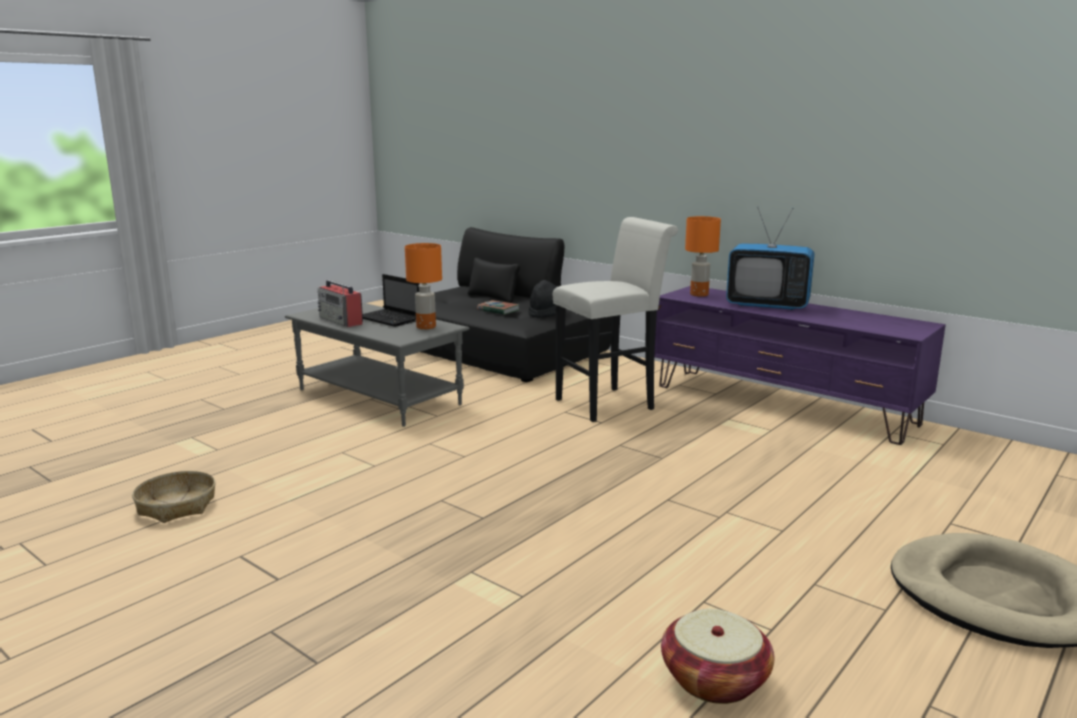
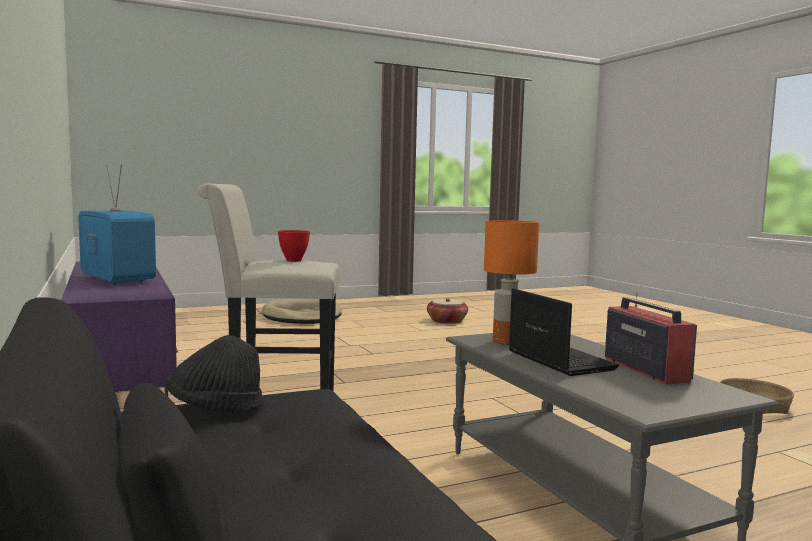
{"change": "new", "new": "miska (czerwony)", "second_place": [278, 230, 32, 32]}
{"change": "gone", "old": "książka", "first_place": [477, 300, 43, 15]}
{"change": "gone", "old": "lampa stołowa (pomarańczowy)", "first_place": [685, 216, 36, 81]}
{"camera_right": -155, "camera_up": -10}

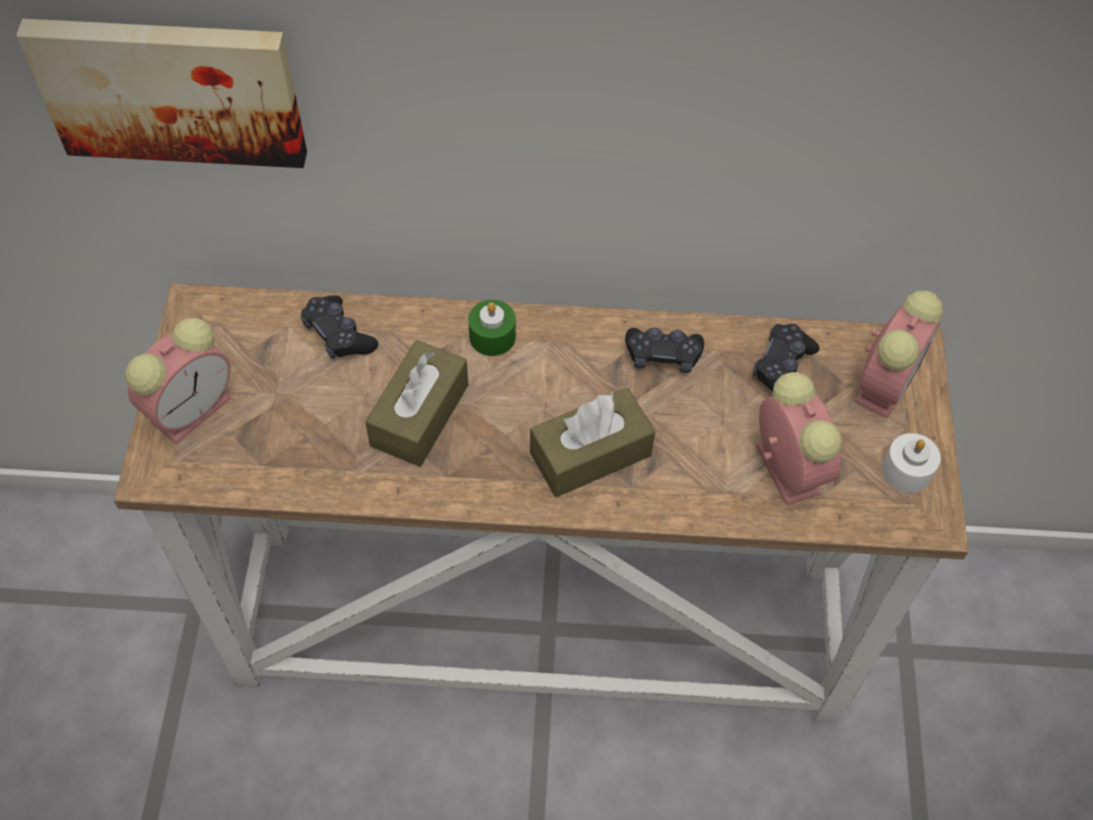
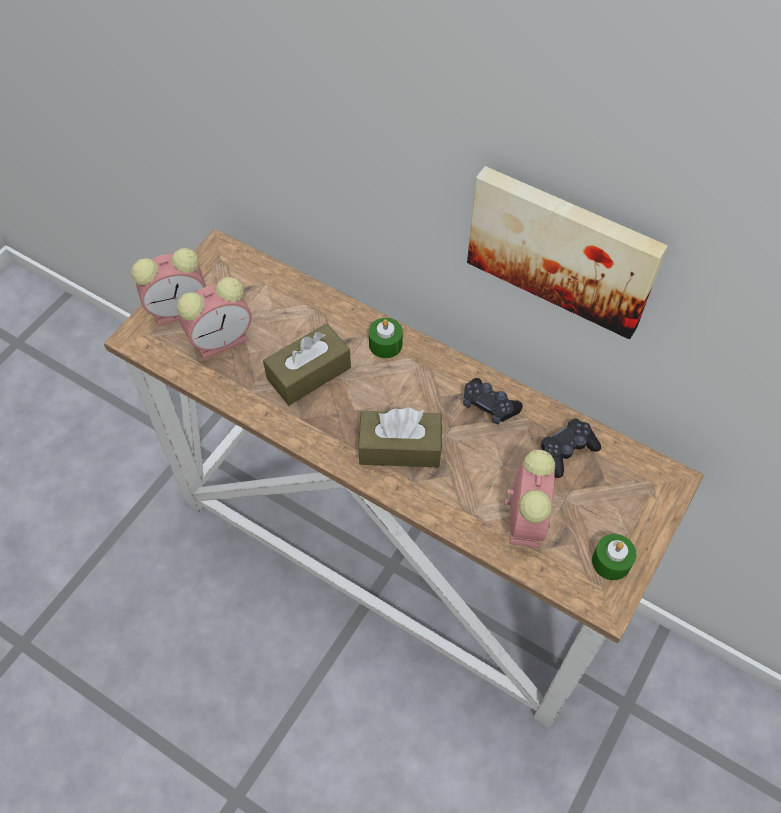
{"change": "shifted", "old": "budzik", "first_place": [854, 291, 89, 127], "second_place": [177, 277, 75, 83]}
{"change": "shifted", "old": "obraz", "first_place": [16, 19, 291, 149], "second_place": [467, 166, 201, 173]}
{"change": "repainted", "old": "świeca (biały)", "new": "świeca (zielony)", "first_place": [882, 433, 59, 60], "second_place": [592, 534, 45, 46]}
{"change": "gone", "old": "pad do gier (czarny)", "first_place": [301, 296, 77, 64]}
{"camera_right": 30, "camera_up": 0}

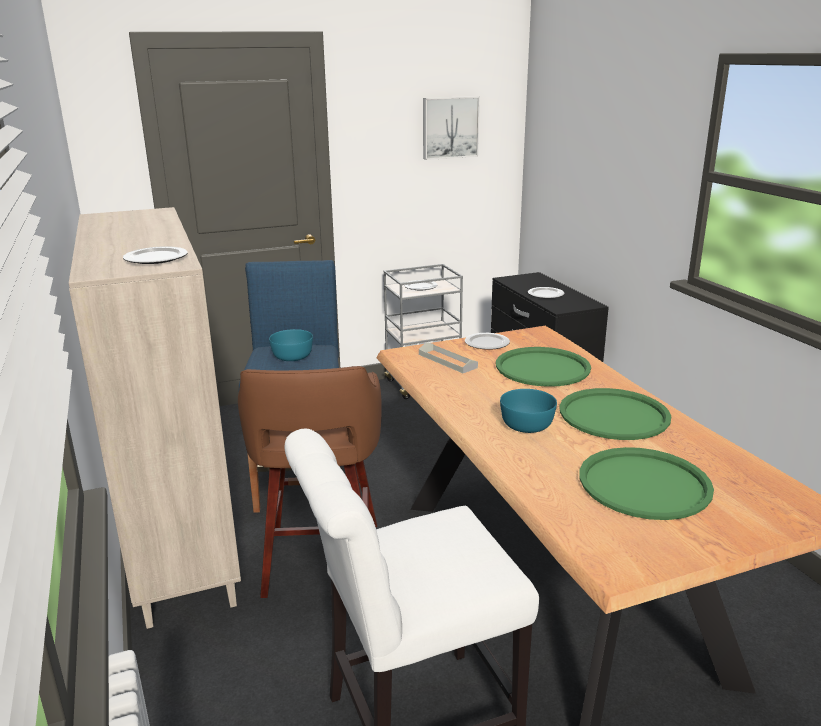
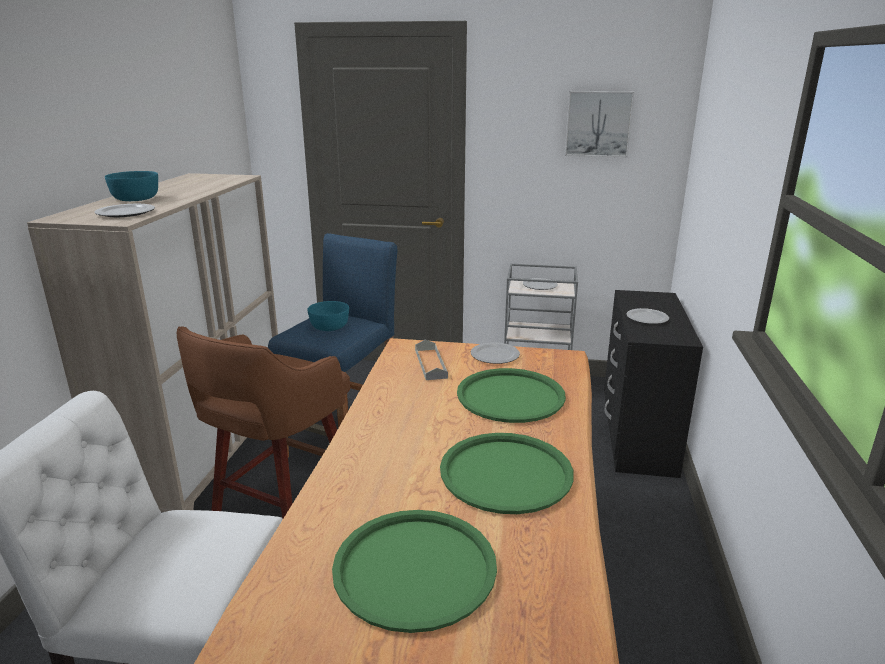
{"change": "shifted", "old": "miska (turkusowy)", "first_place": [500, 389, 57, 44], "second_place": [105, 171, 53, 30]}
{"camera_right": 30, "camera_up": 0}

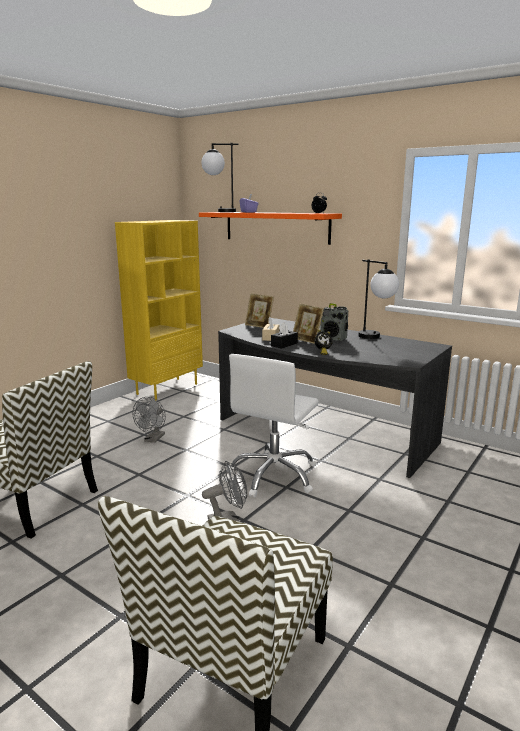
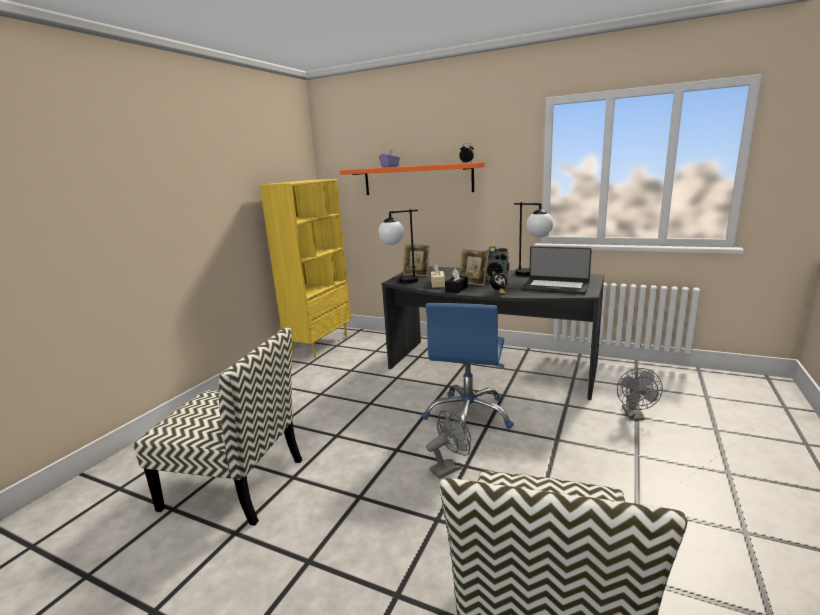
{"change": "shifted", "old": "lampa stołowa", "first_place": [201, 143, 37, 69], "second_place": [378, 209, 40, 75]}
{"change": "repainted", "old": "krzesło biurowe (biały)", "new": "krzesło biurowe (niebieski)", "first_place": [227, 354, 92, 143], "second_place": [422, 303, 92, 138]}
{"change": "new", "new": "laptop", "second_place": [522, 246, 70, 48]}
{"change": "shifted", "old": "wentylator (szary)", "first_place": [132, 397, 34, 46], "second_place": [617, 368, 46, 52]}
{"camera_right": -10, "camera_up": 0}

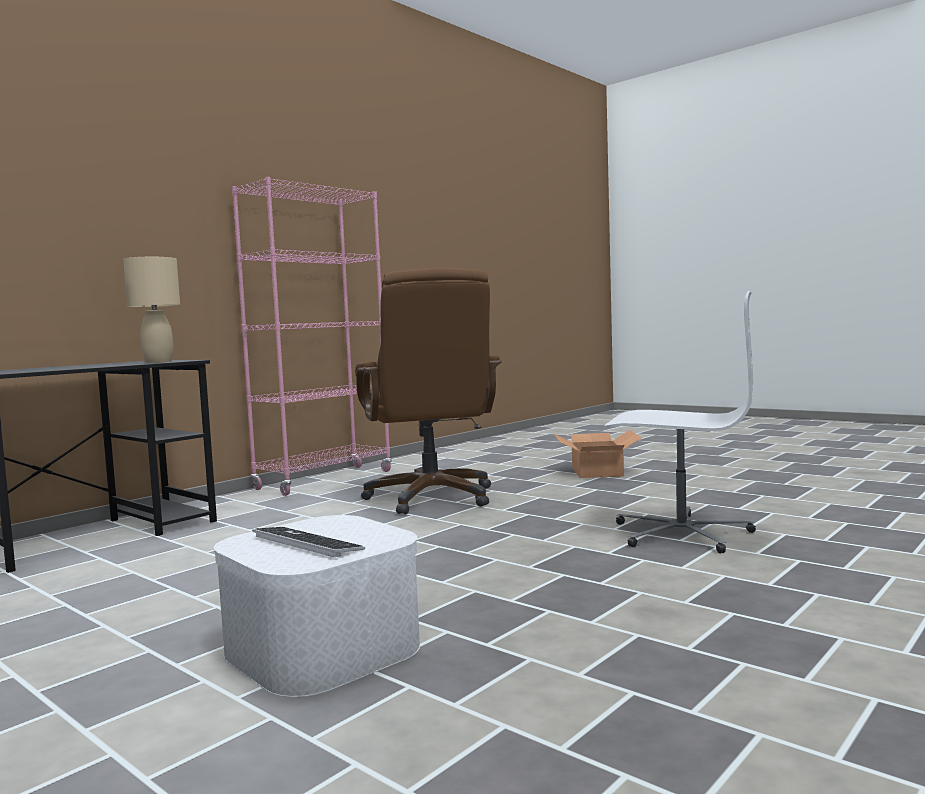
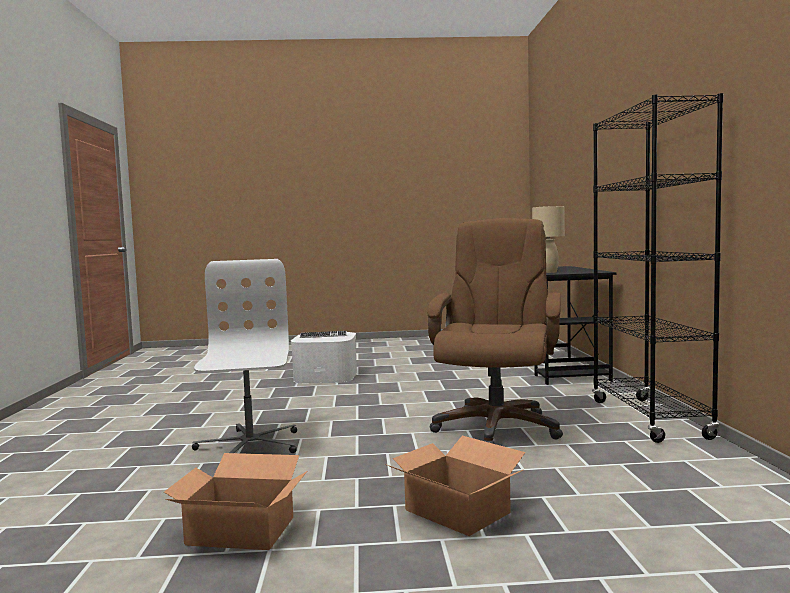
{"change": "new", "new": "karton", "second_place": [164, 453, 143, 97]}
{"change": "rotated", "old": "krzesło biurowe (biały)", "first_place": [604, 291, 152, 263], "second_place": [192, 259, 105, 194], "degrees": 105}
{"change": "rotated", "old": "krzesło biurowe (brązowy)", "first_place": [355, 268, 147, 246], "second_place": [427, 218, 136, 226], "degrees": 75}
{"change": "repainted", "old": "regał (różowy)", "new": "regał (czarny)", "first_place": [232, 177, 160, 319], "second_place": [592, 93, 131, 350]}
{"camera_right": 135, "camera_up": 0}

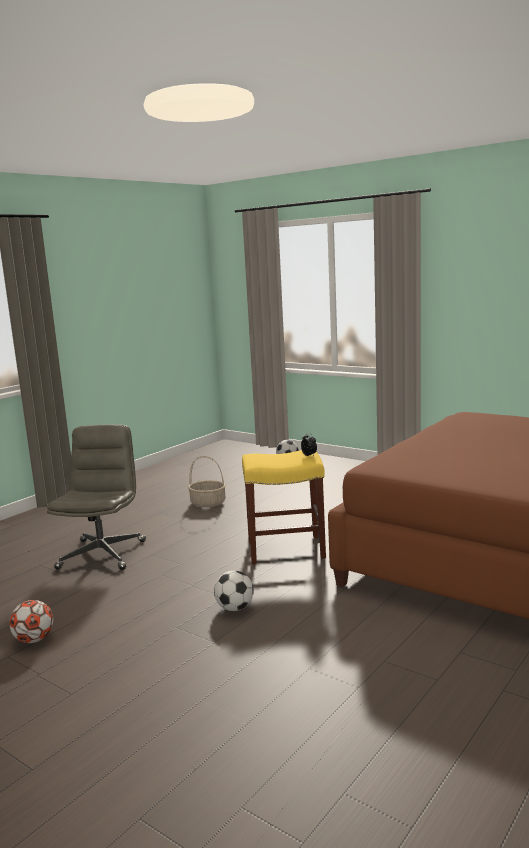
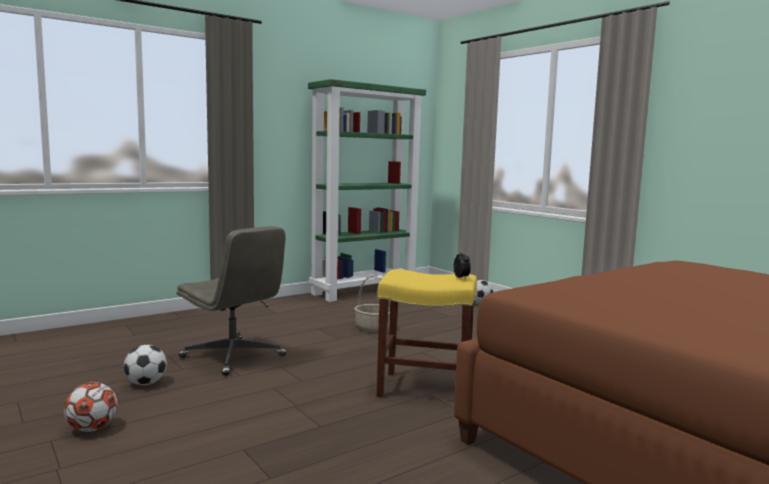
{"change": "shifted", "old": "piłka futbolowa", "first_place": [214, 571, 39, 40], "second_place": [124, 345, 43, 40]}
{"change": "rotated", "old": "krzesło biurowe (szary)", "first_place": [47, 425, 99, 145], "second_place": [176, 226, 110, 150], "degrees": 105}
{"change": "new", "new": "regał (zielony)", "second_place": [308, 79, 118, 223]}
{"camera_right": 15, "camera_up": -5}

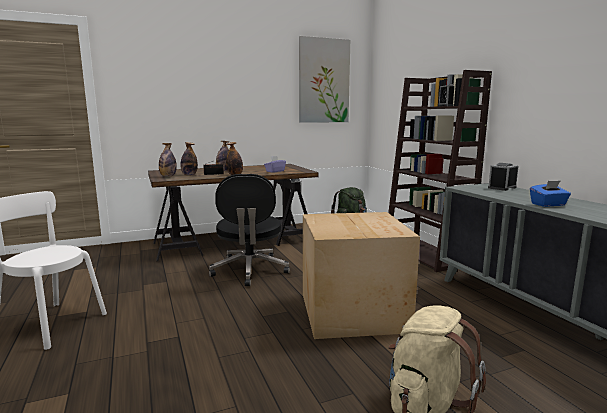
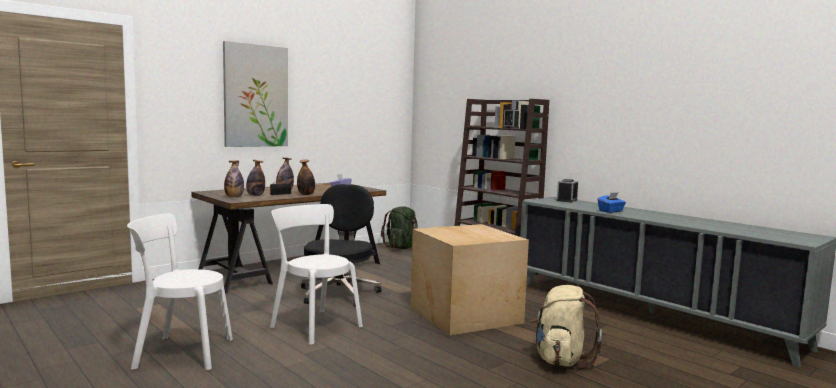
{"change": "shifted", "old": "obraz", "first_place": [299, 36, 51, 87], "second_place": [223, 41, 65, 106]}
{"change": "new", "new": "krzesło (biały)", "second_place": [270, 204, 93, 140]}
{"change": "rotated", "old": "krzesło biurowe (czarny)", "first_place": [209, 174, 81, 112], "second_place": [301, 184, 80, 123], "degrees": -150}
{"camera_right": -20, "camera_up": -5}

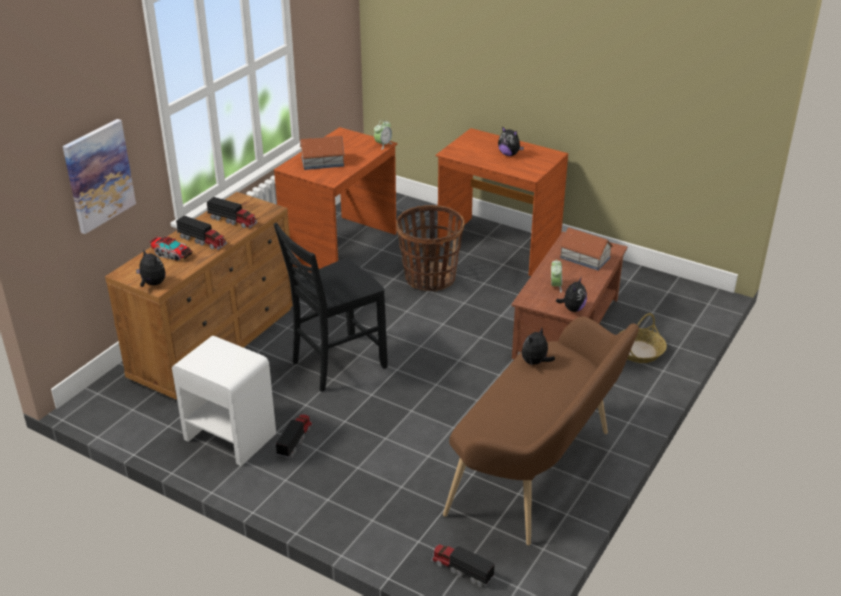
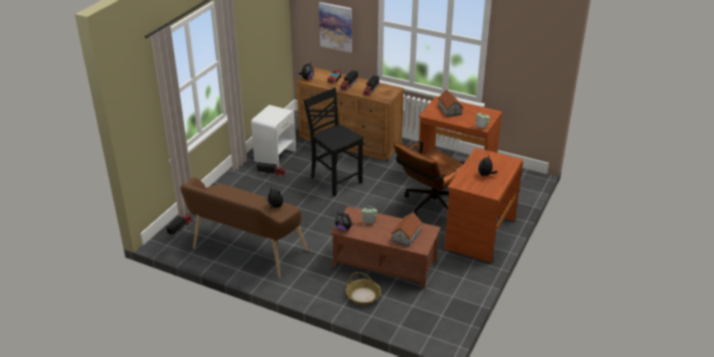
{"change": "swapped", "old": "koszyk", "new": "krzesło biurowe (brązowy)", "first_place": [396, 205, 68, 87], "second_place": [393, 141, 72, 76]}
{"camera_right": 85, "camera_up": 0}

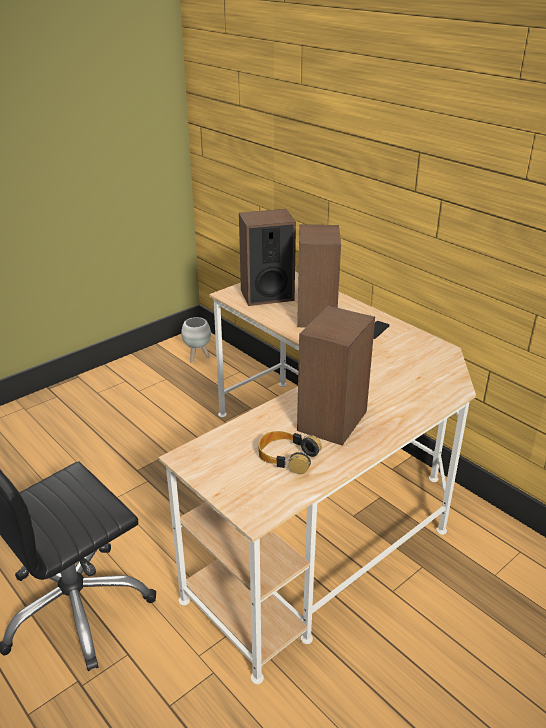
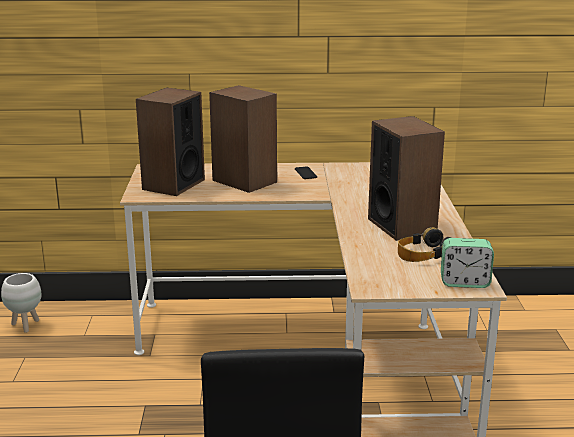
{"change": "new", "new": "budzik", "second_place": [441, 238, 53, 50]}
{"camera_right": -50, "camera_up": -10}

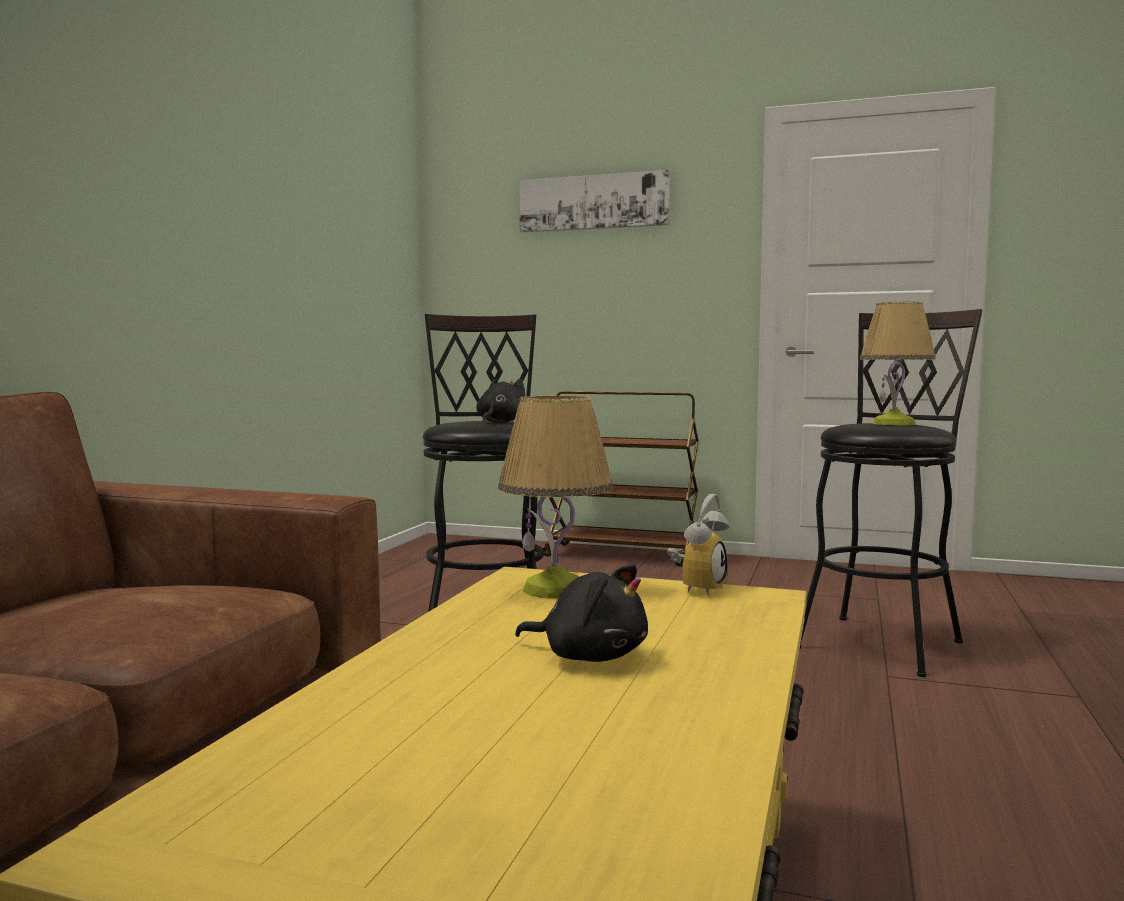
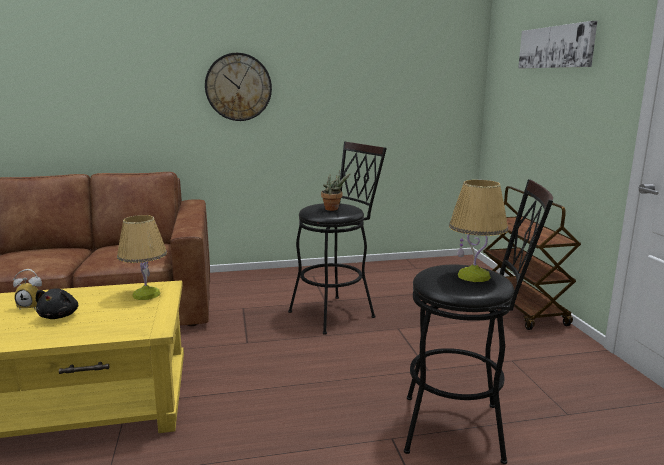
{"change": "shifted", "old": "budzik", "first_place": [667, 494, 62, 103], "second_place": [13, 269, 29, 41]}
{"change": "new", "new": "zegar ścienny", "second_place": [205, 53, 67, 68]}
{"change": "swapped", "old": "pluszak (czarny)", "new": "roślina doniczkowa", "first_place": [476, 379, 49, 44], "second_place": [321, 170, 30, 41]}
{"camera_right": 60, "camera_up": 10}

